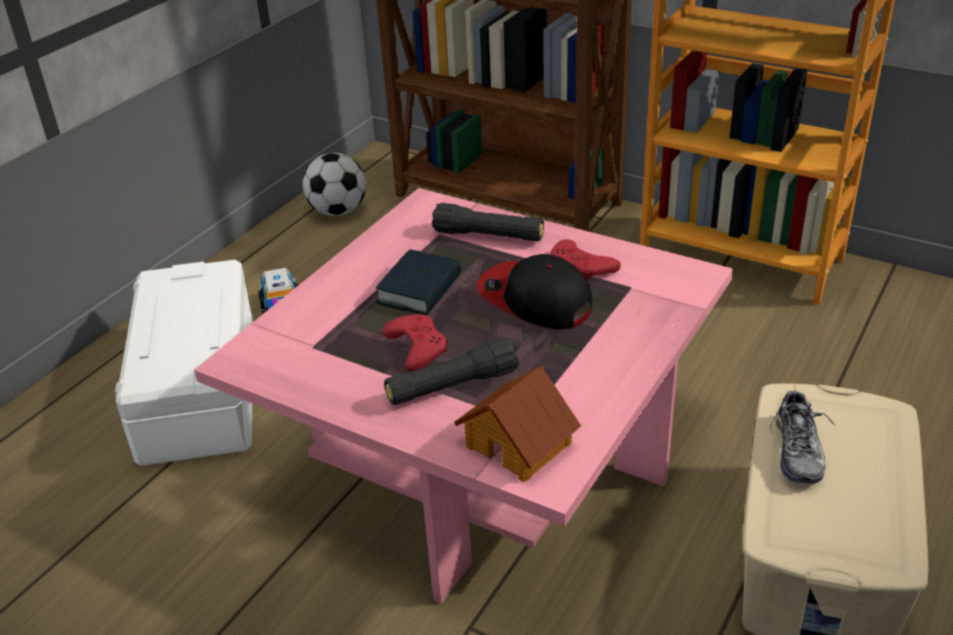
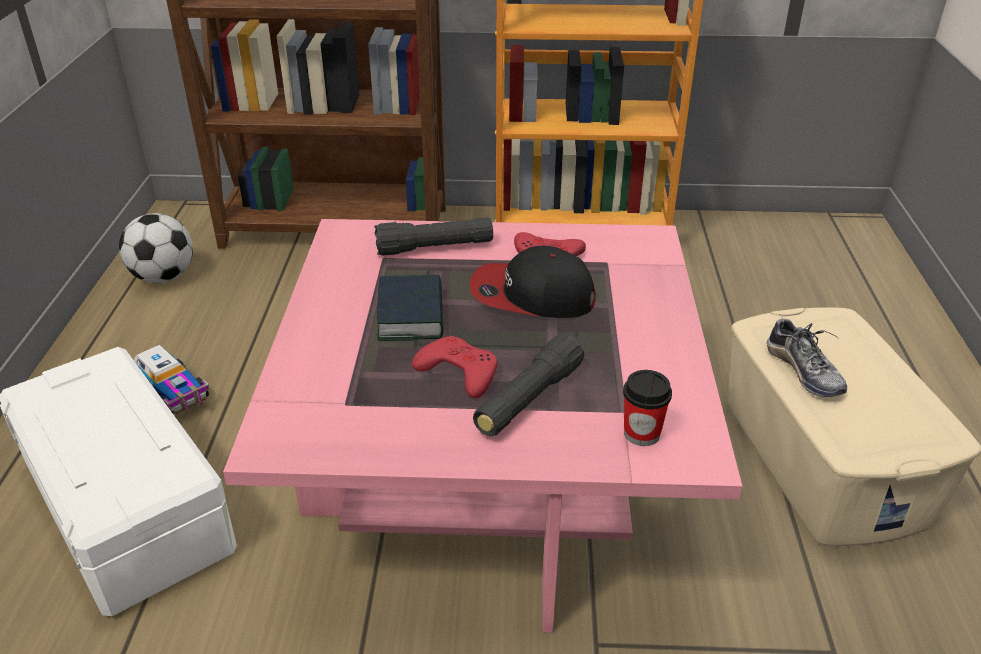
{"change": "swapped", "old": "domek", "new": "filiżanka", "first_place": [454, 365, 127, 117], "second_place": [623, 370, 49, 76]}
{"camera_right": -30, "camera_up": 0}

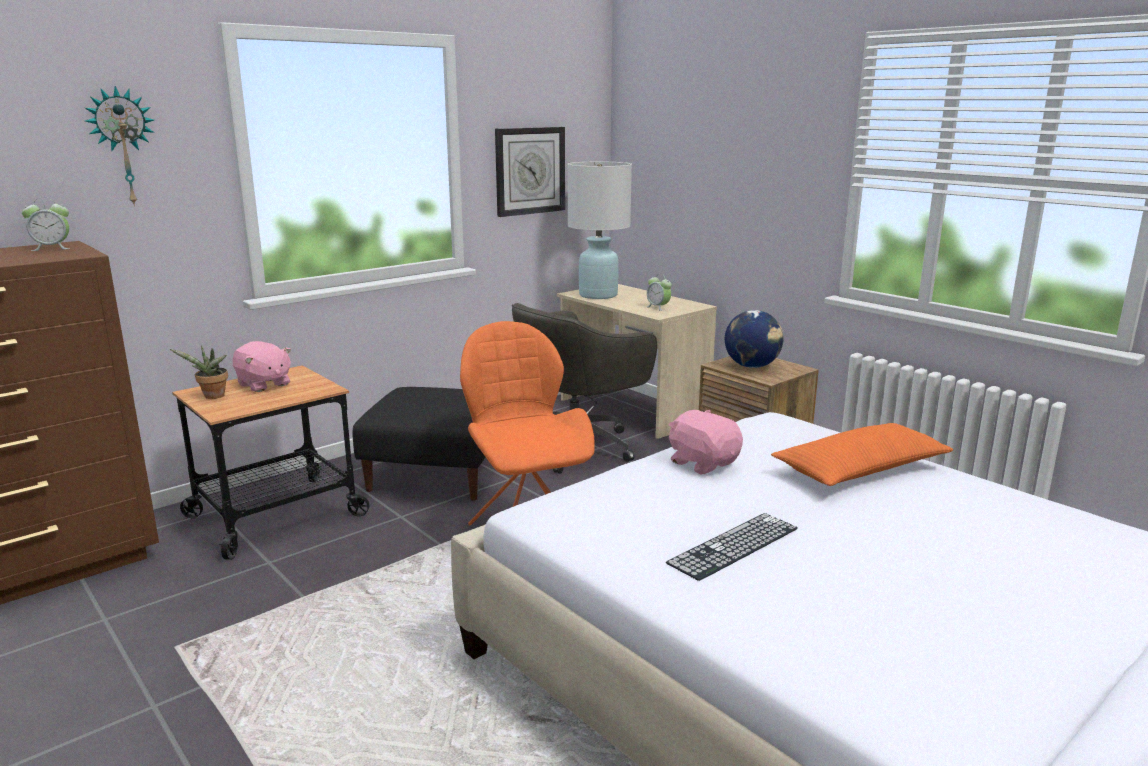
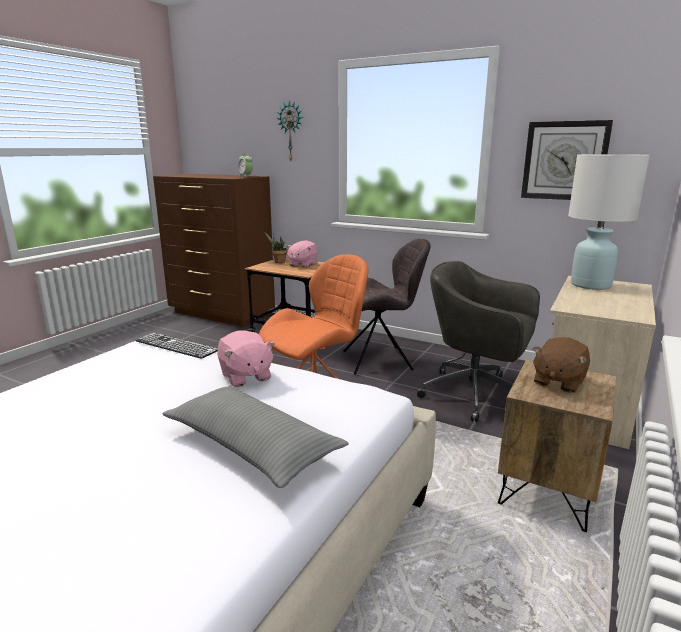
{"change": "shifted", "old": "klawiatura", "first_place": [666, 513, 132, 68], "second_place": [135, 333, 83, 26]}
{"change": "repainted", "old": "poduszka (pomarańczowy)", "new": "poduszka (szary)", "first_place": [771, 423, 182, 63], "second_place": [162, 386, 187, 102]}
{"change": "rotated", "old": "pluszak (różowy)", "first_place": [669, 409, 74, 66], "second_place": [217, 331, 58, 56], "degrees": 120}
{"change": "swapped", "old": "pufa (czarny)", "new": "krzesło (szary)", "first_place": [352, 387, 133, 114], "second_place": [344, 239, 87, 136]}
{"change": "swapped", "old": "globus", "new": "pluszak (brązowy)", "first_place": [725, 310, 59, 58], "second_place": [532, 337, 58, 56]}
{"change": "gone", "old": "budzik", "first_place": [646, 274, 26, 37]}
{"camera_right": 70, "camera_up": 0}

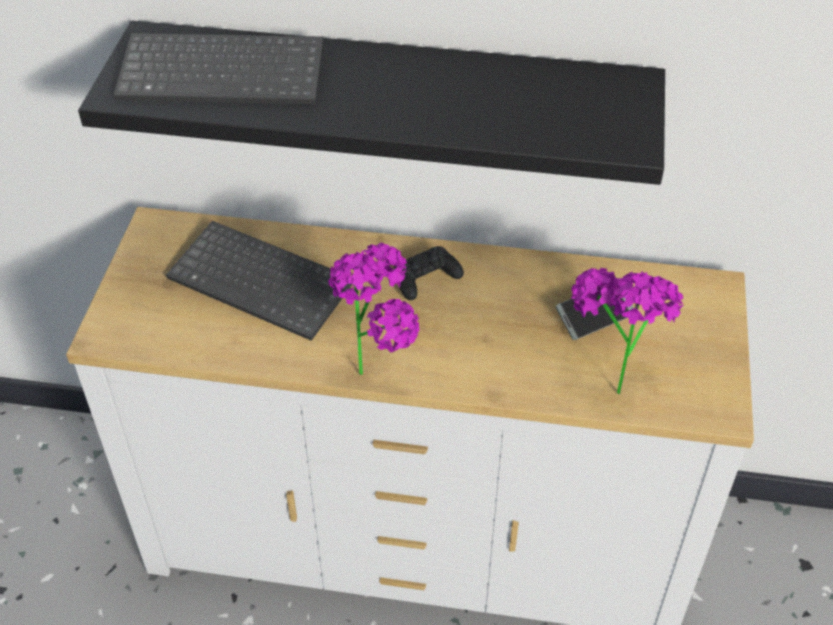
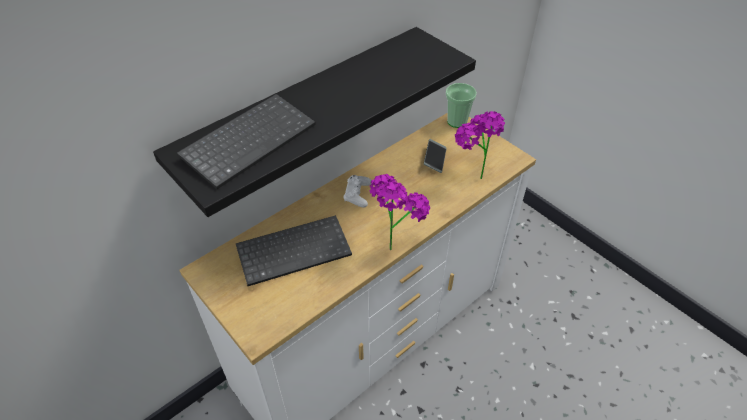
{"change": "repainted", "old": "pad do gier (czarny)", "new": "pad do gier (biały)", "first_place": [394, 246, 70, 54], "second_place": [343, 175, 29, 33]}
{"change": "new", "new": "filiżanka", "second_place": [445, 83, 32, 45]}
{"camera_right": -50, "camera_up": 0}

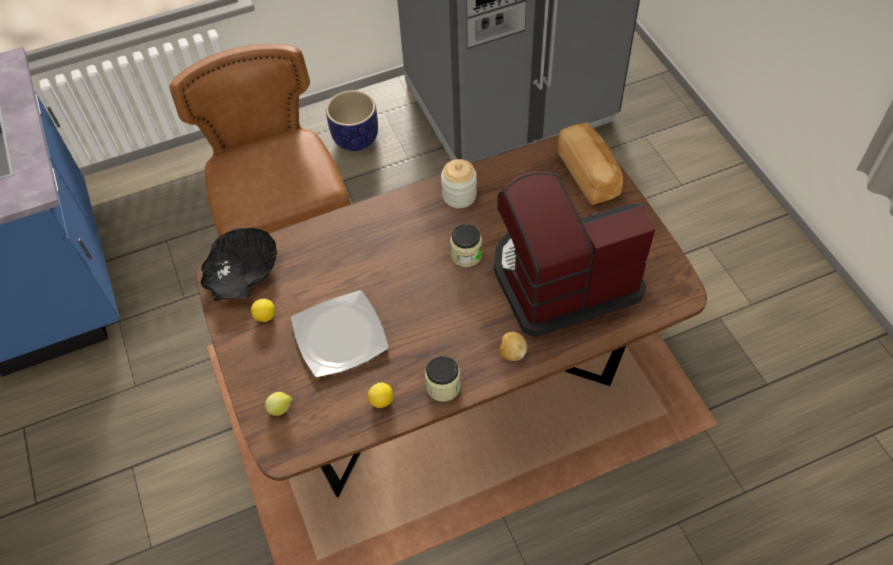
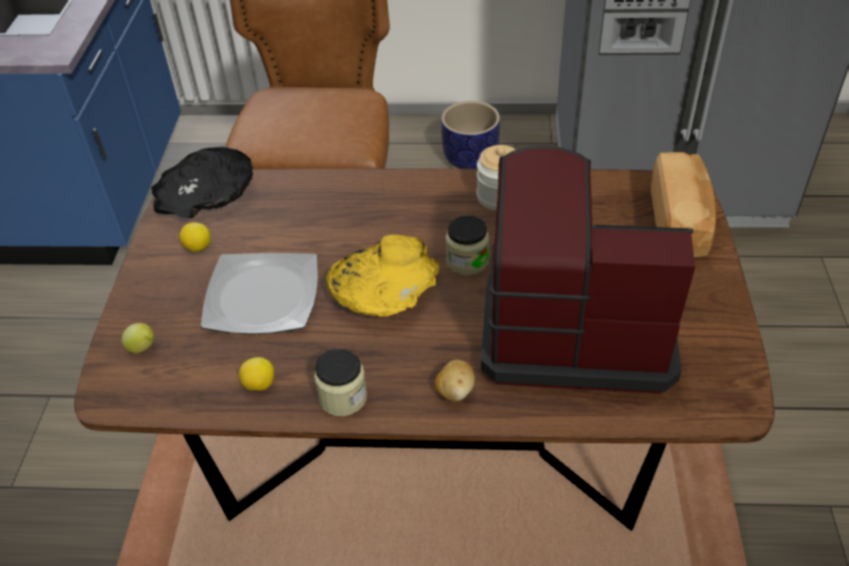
{"change": "new", "new": "miska (żółty)", "second_place": [325, 235, 114, 82]}
{"camera_right": 25, "camera_up": -10}

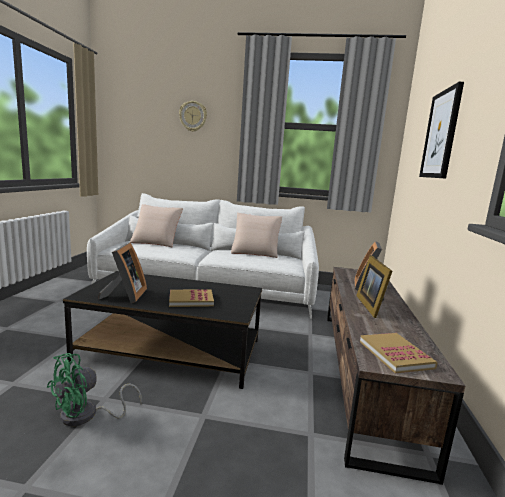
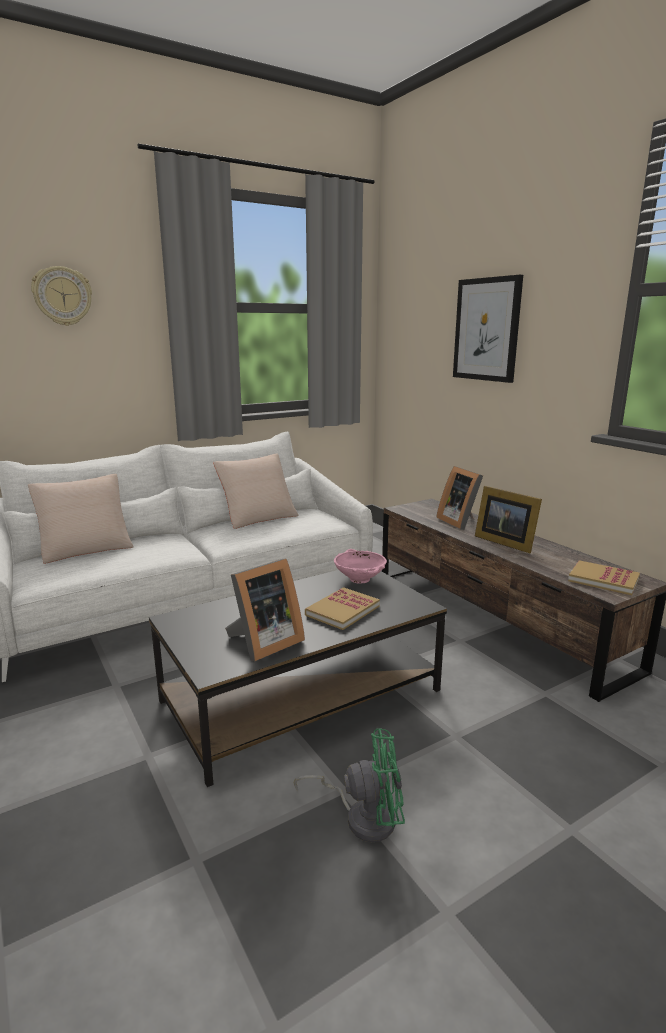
{"change": "rotated", "old": "ramka na zdjęcie", "first_place": [98, 243, 49, 60], "second_place": [225, 559, 80, 102], "degrees": 90}
{"change": "rotated", "old": "wentylator (zielony)", "first_place": [47, 353, 95, 73], "second_place": [294, 728, 111, 114], "degrees": -90}
{"change": "new", "new": "miska (różowy)", "second_place": [334, 549, 53, 35]}
{"camera_right": -40, "camera_up": 5}

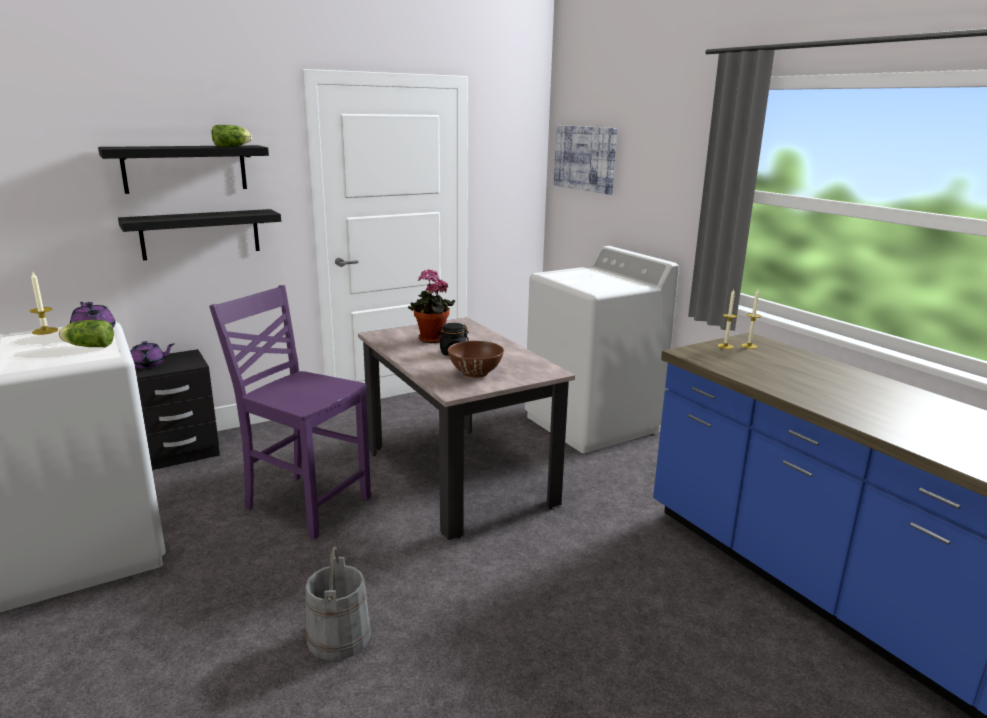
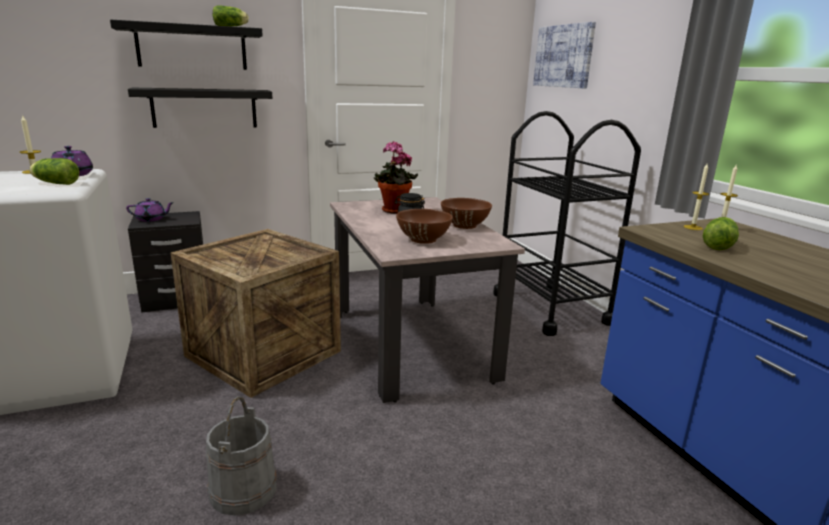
{"change": "swapped", "old": "krzesło (fioletowy)", "new": "skrzynka", "first_place": [209, 285, 162, 255], "second_place": [171, 229, 170, 169]}
{"change": "new", "new": "miska (brązowy)", "second_place": [441, 198, 51, 31]}
{"change": "swapped", "old": "pralka (biały)", "new": "wózek (czarny)", "first_place": [525, 246, 154, 207], "second_place": [493, 111, 148, 225]}
{"change": "new", "new": "sałata", "second_place": [703, 217, 36, 33]}
{"camera_right": 10, "camera_up": 0}

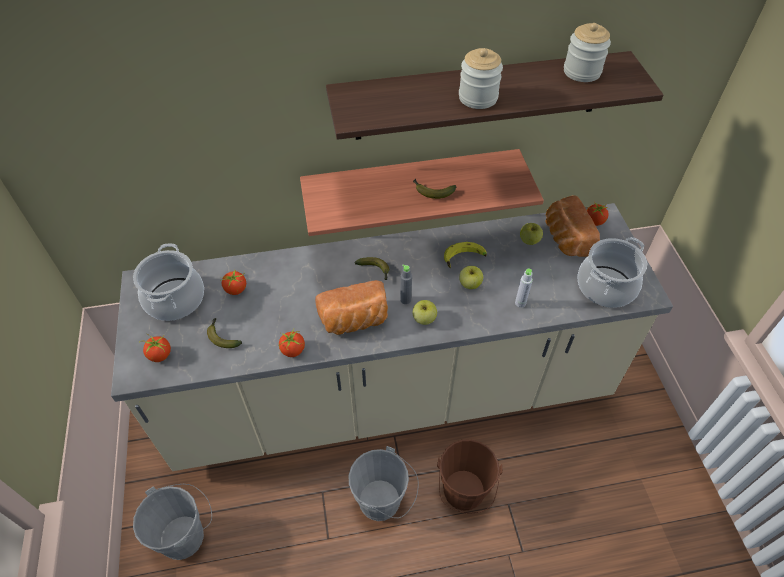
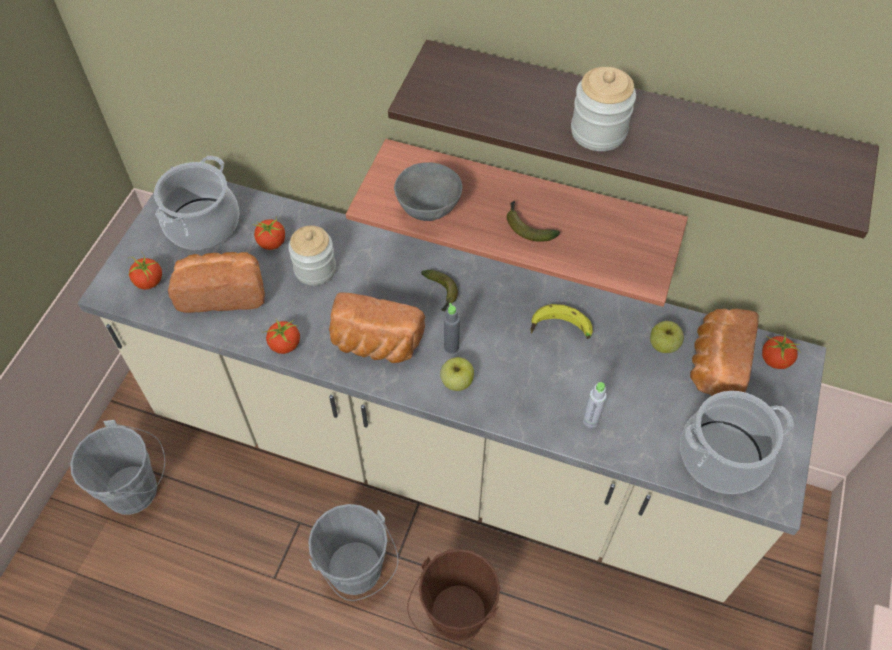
{"change": "swapped", "old": "banan", "new": "chleb", "first_place": [207, 318, 35, 30], "second_place": [168, 252, 97, 61]}
{"change": "shifted", "old": "słoik", "first_place": [564, 23, 47, 59], "second_place": [288, 226, 48, 60]}
{"change": "new", "new": "miska (szary)", "second_place": [394, 162, 68, 59]}
{"change": "gone", "old": "jabłko", "first_place": [459, 266, 24, 23]}
{"camera_right": 30, "camera_up": 5}

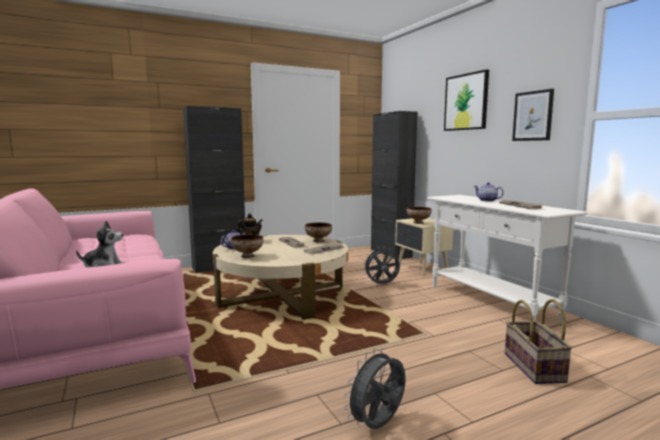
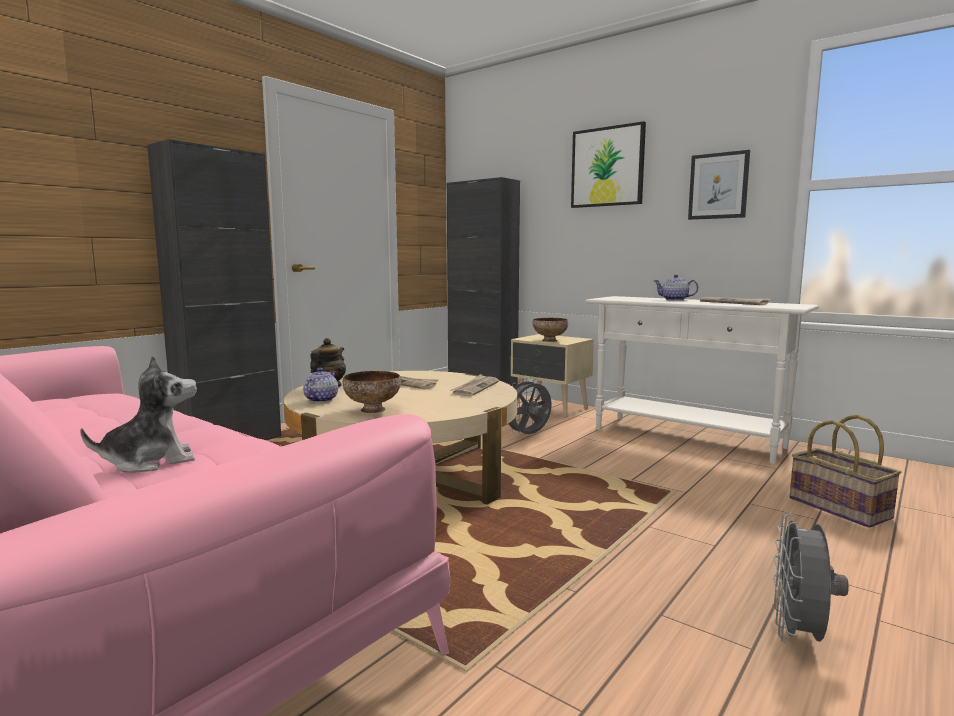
{"change": "gone", "old": "miska", "first_place": [305, 222, 27, 20]}
{"camera_right": -25, "camera_up": 0}

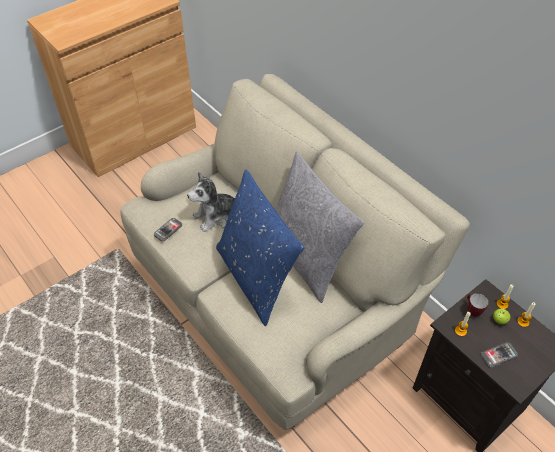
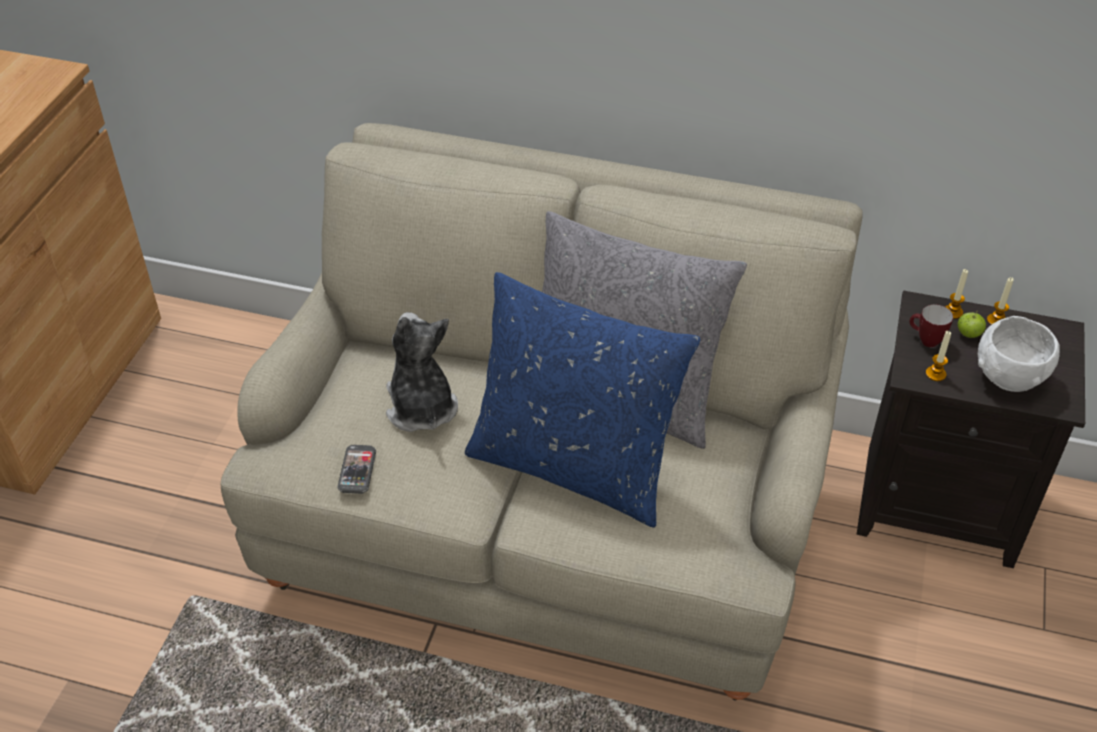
{"change": "rotated", "old": "pluszak", "first_place": [187, 172, 48, 60], "second_place": [386, 312, 72, 120], "degrees": 135}
{"change": "swapped", "old": "telefon", "new": "miska (biały)", "first_place": [481, 342, 37, 26], "second_place": [978, 316, 82, 76]}
{"camera_right": -35, "camera_up": -5}

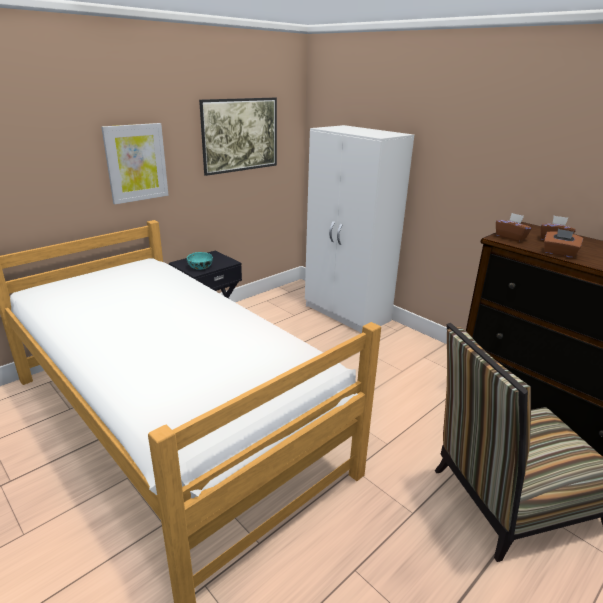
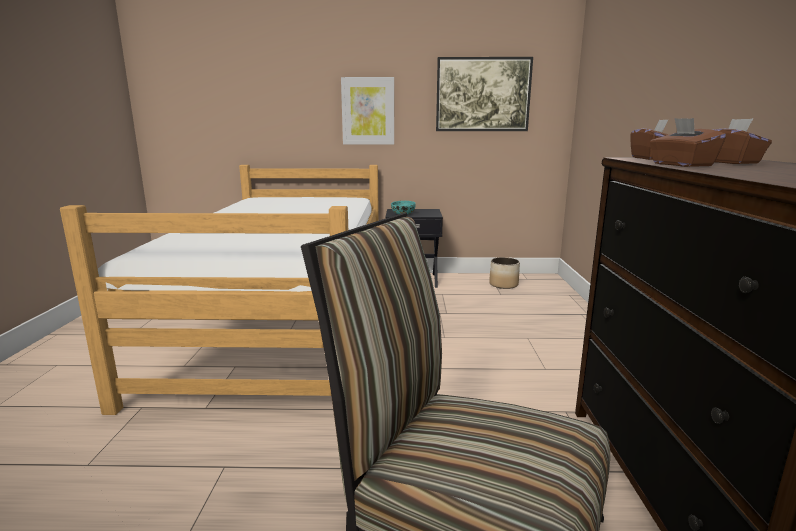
{"change": "new", "new": "donica", "second_place": [489, 257, 31, 32]}
{"change": "gone", "old": "szafa (biały)", "first_place": [305, 125, 109, 208]}
{"camera_right": 45, "camera_up": -10}

